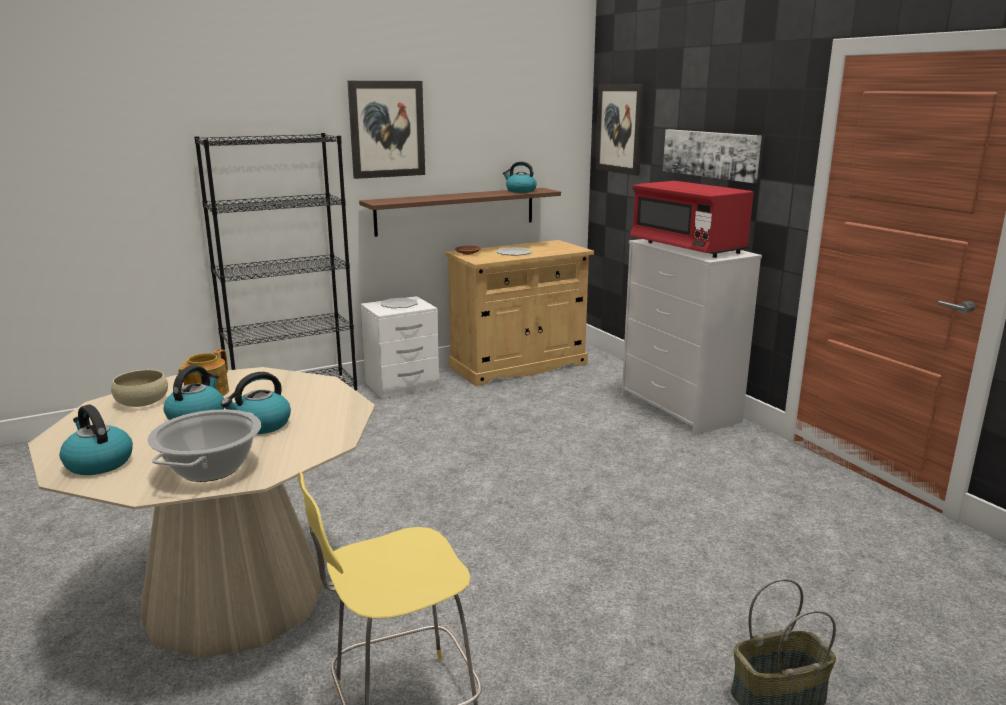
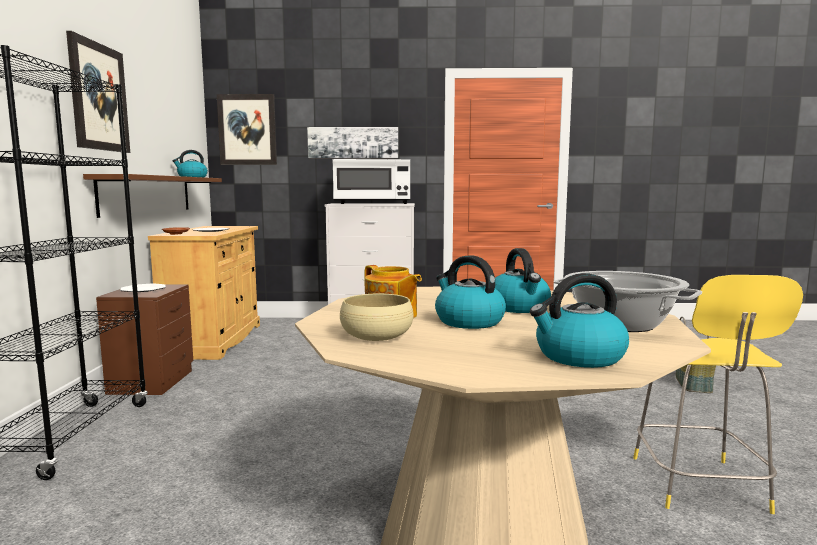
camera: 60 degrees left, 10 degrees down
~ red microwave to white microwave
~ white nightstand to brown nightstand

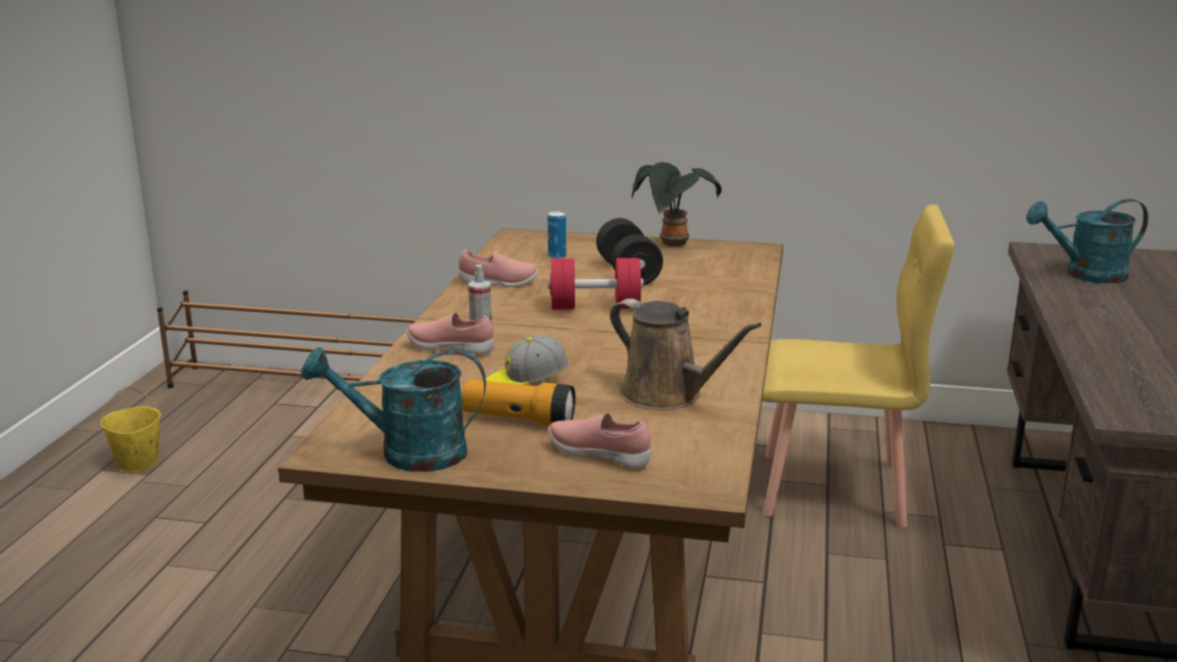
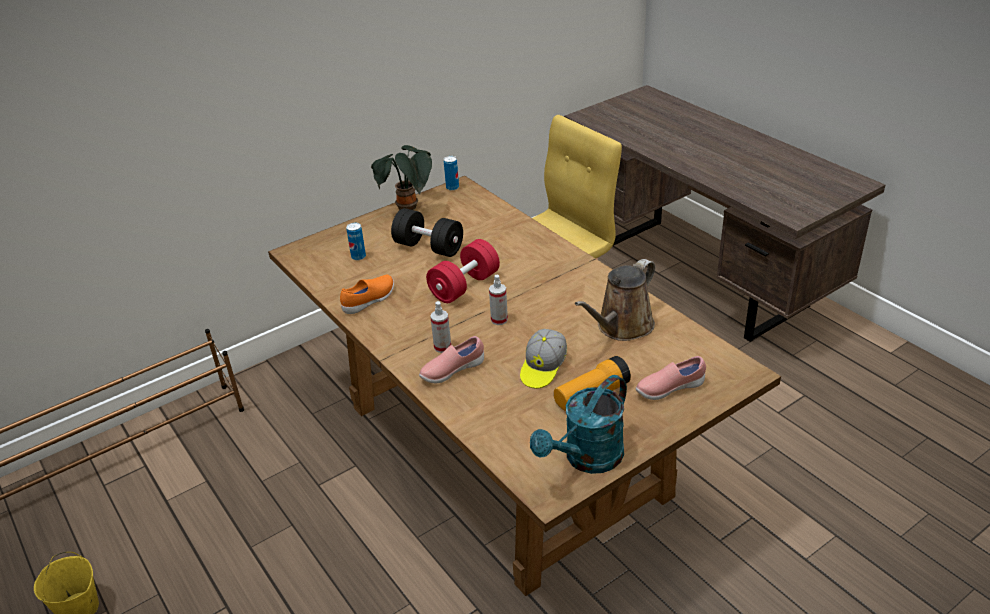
camera: 45 degrees left, 15 degrees up
- turquoise watering can (2nd from left)
~ pink shoe (2nd from left) to orange shoe
~ brown watering can 135 degrees clockwise
+ can (2nd from left)
+ spray bottle (2nd from left)

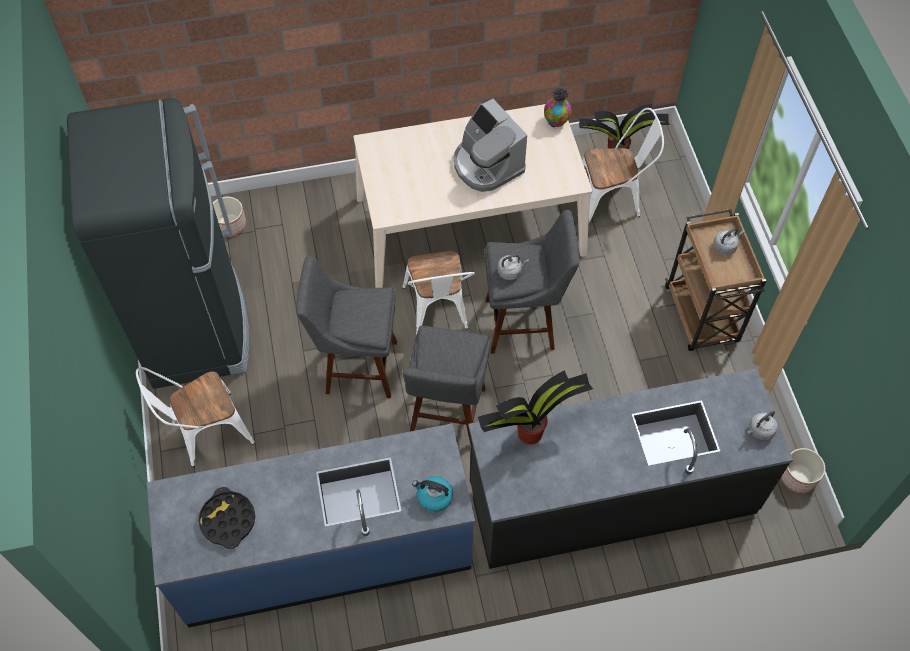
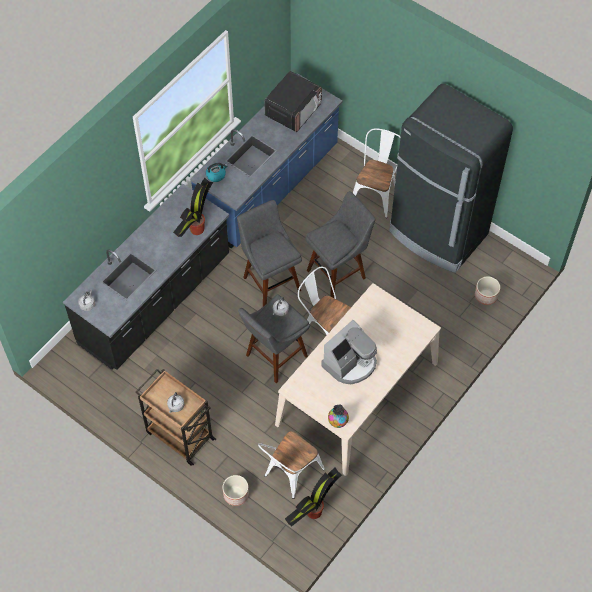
camera: 140 degrees right, 0 degrees up
~ coffee machine 120 degrees clockwise
~ planter (2nd from left in the first image) to planter (1st from left)
~ black tray to microwave

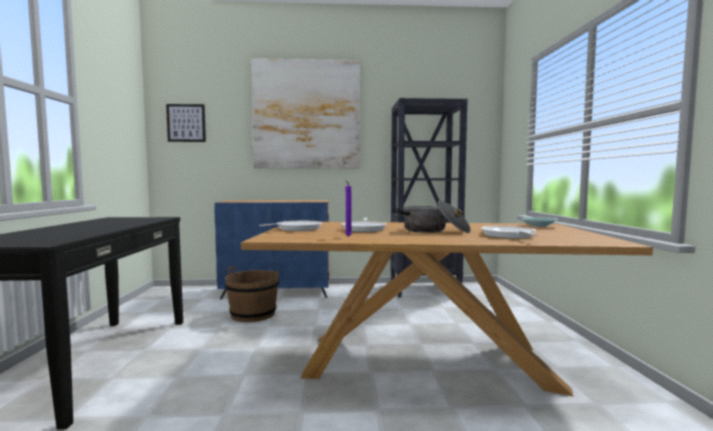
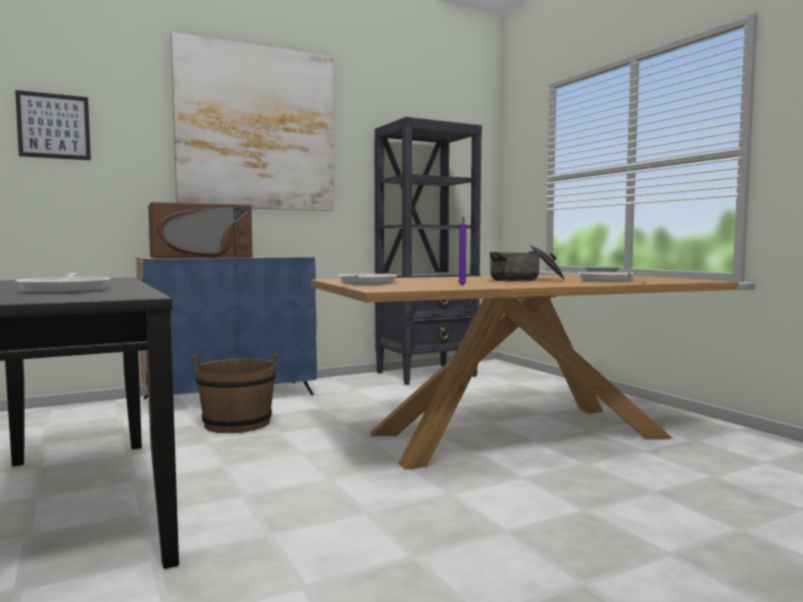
camera: 25 degrees left, 0 degrees up
~ frying pan (2nd from left in the first image) to frying pan (1st from left)
+ brown microwave

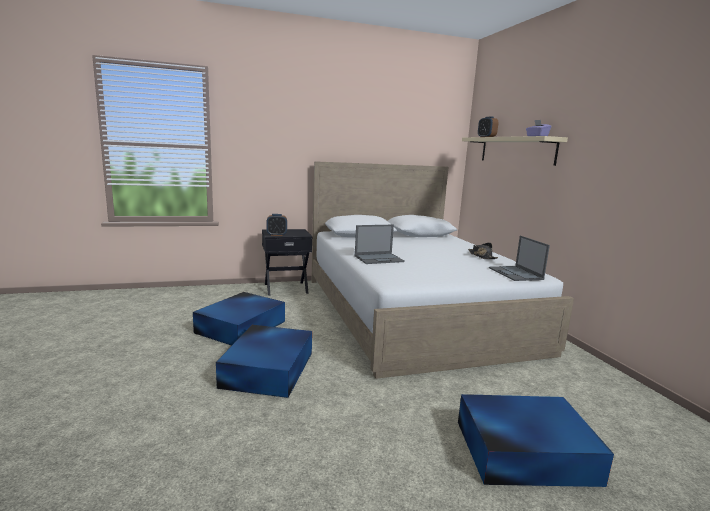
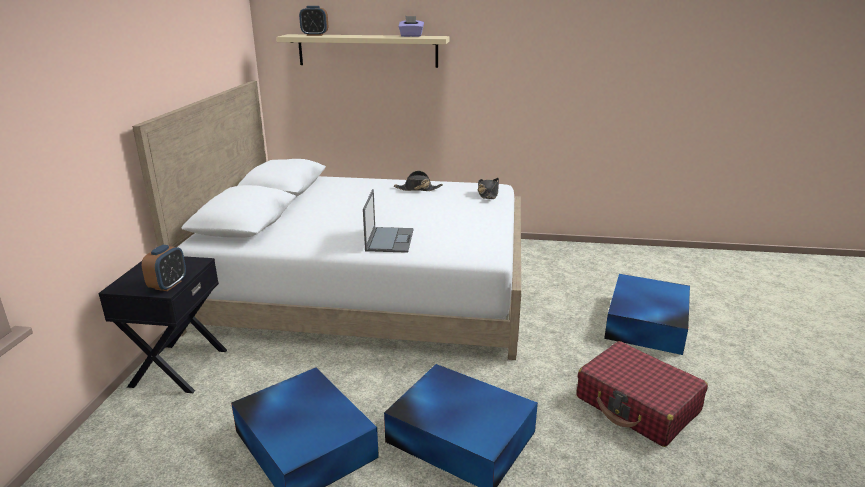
camera: 65 degrees left, 10 degrees up
~ laptop (2nd from left) to black hat (2nd from left)
+ red suitcase

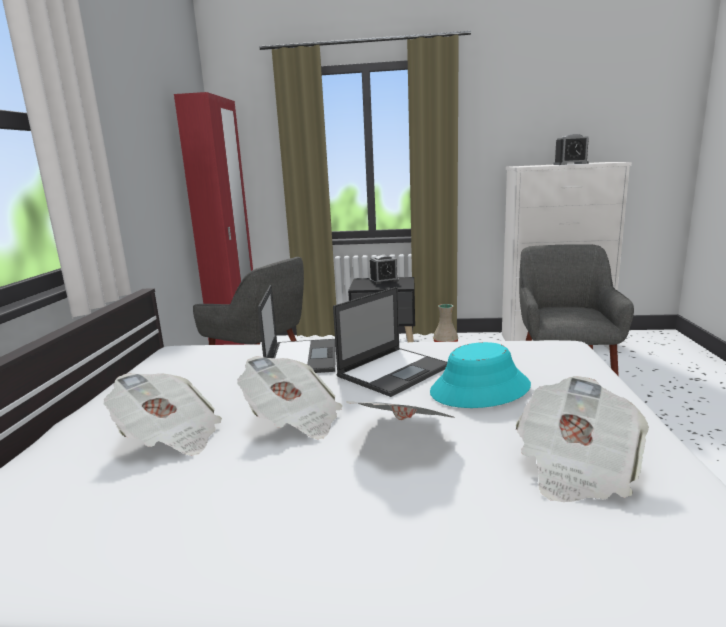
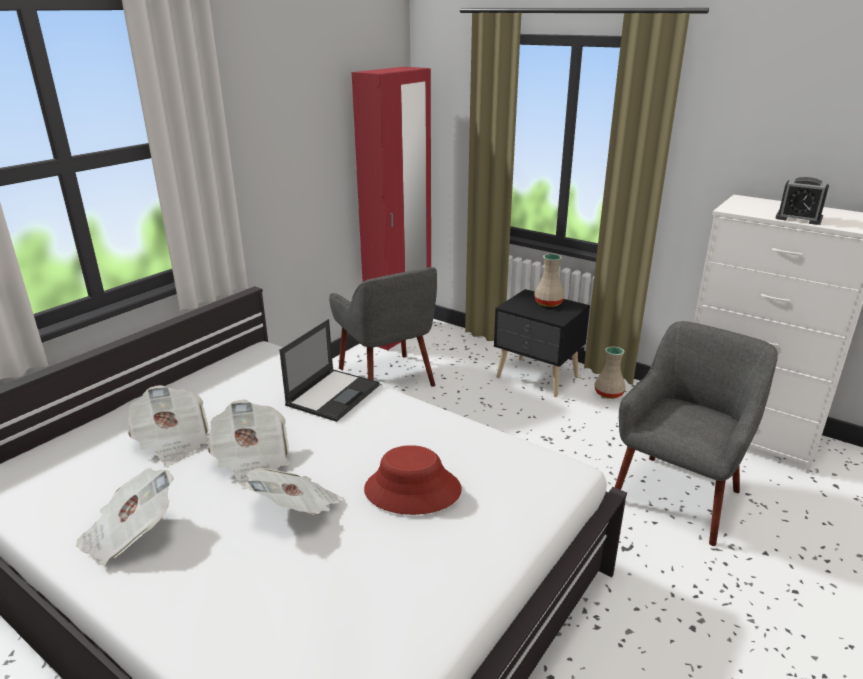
camera: 30 degrees right, 10 degrees up
~ alarm clock (1st from left) to beige vase (1st from left)
- laptop (2nd from left)
~ turquoise hat to red hat
~ newspaper (4th from left in the first image) to newspaper (1st from left)

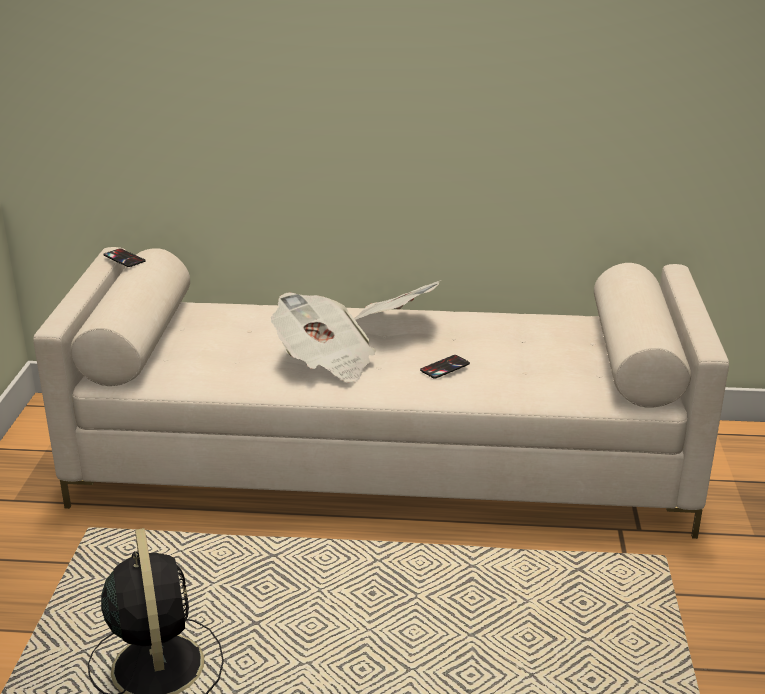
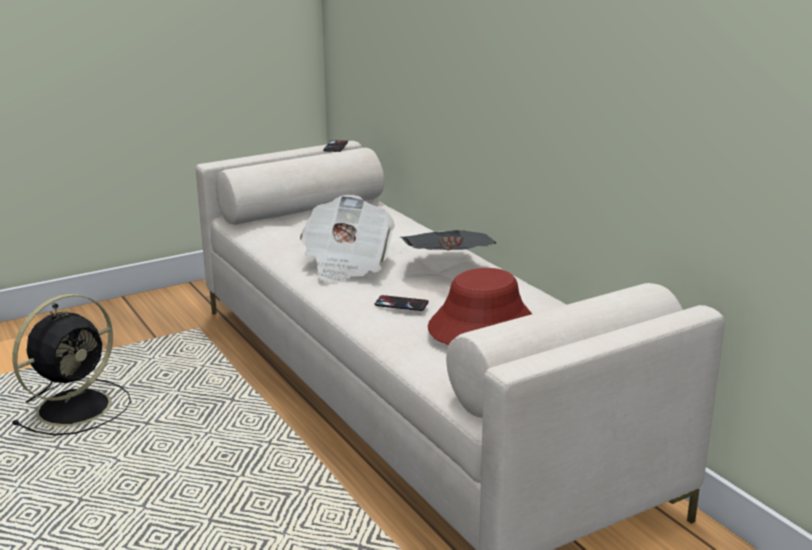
camera: 55 degrees right, 5 degrees down
+ red hat

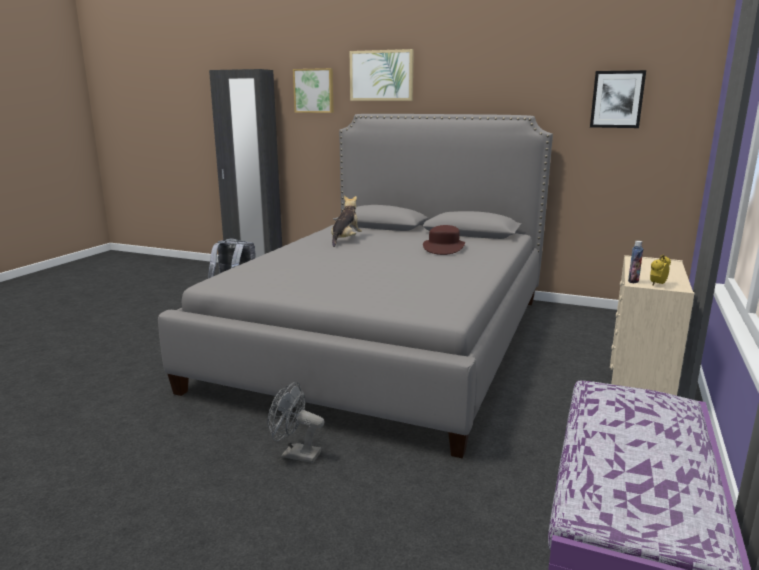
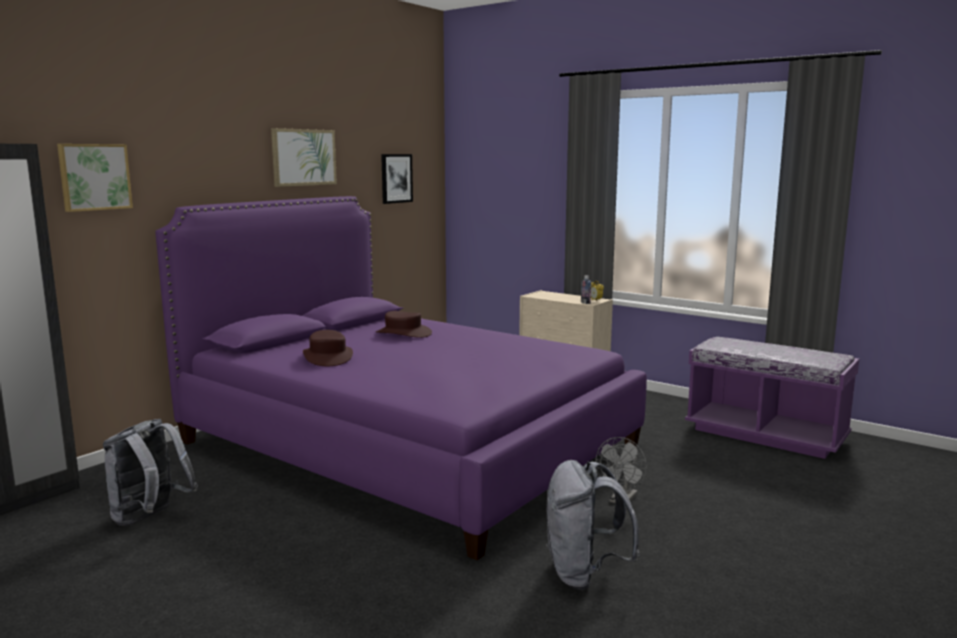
camera: 75 degrees left, 5 degrees down
~ picture (2nd from left)
~ grey bed to purple bed
~ plush toy to brown hat (1st from left)
+ grey backpack (2nd from left)

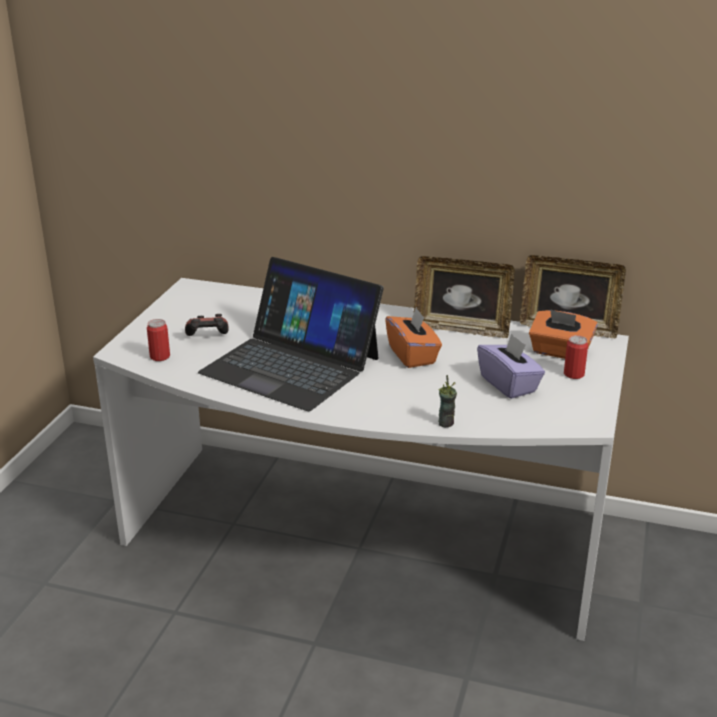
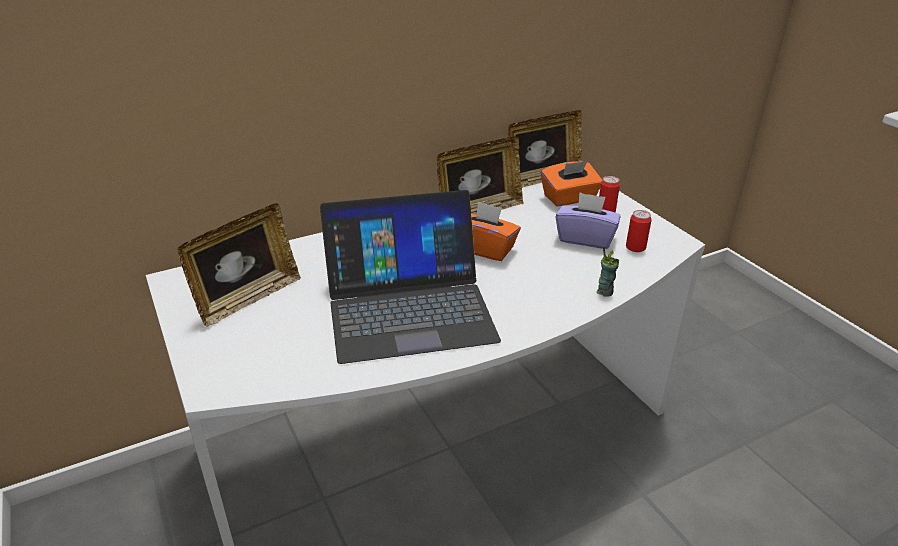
camera: 45 degrees left, 5 degrees up
- game controller
~ can (1st from left in the first image) to can (2nd from left)
+ picture frame (1st from left)

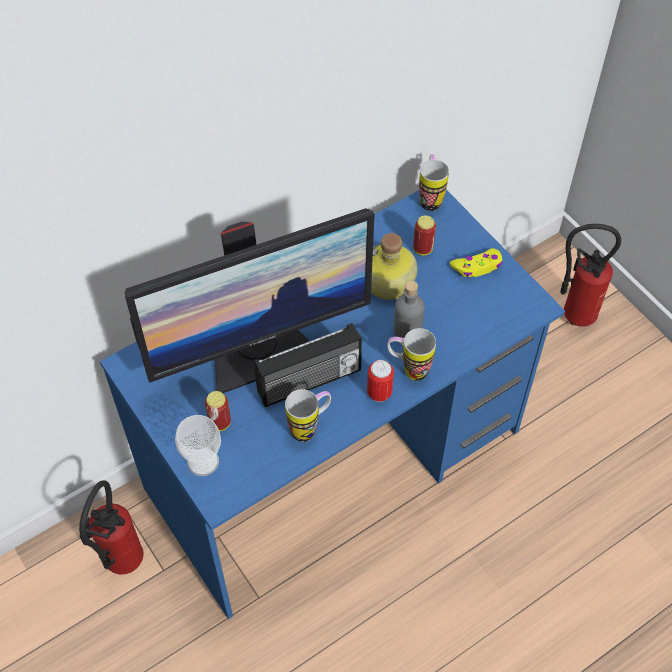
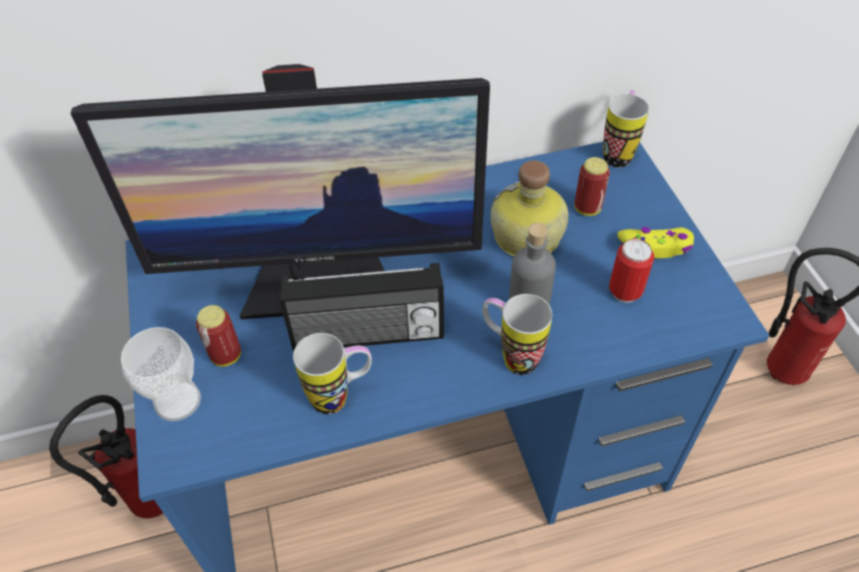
camera: 20 degrees right, 5 degrees down
~ can (2nd from left in the first image) to can (3rd from left)

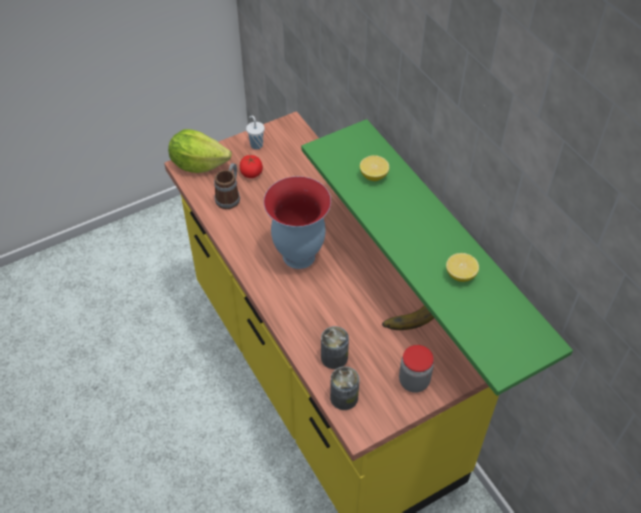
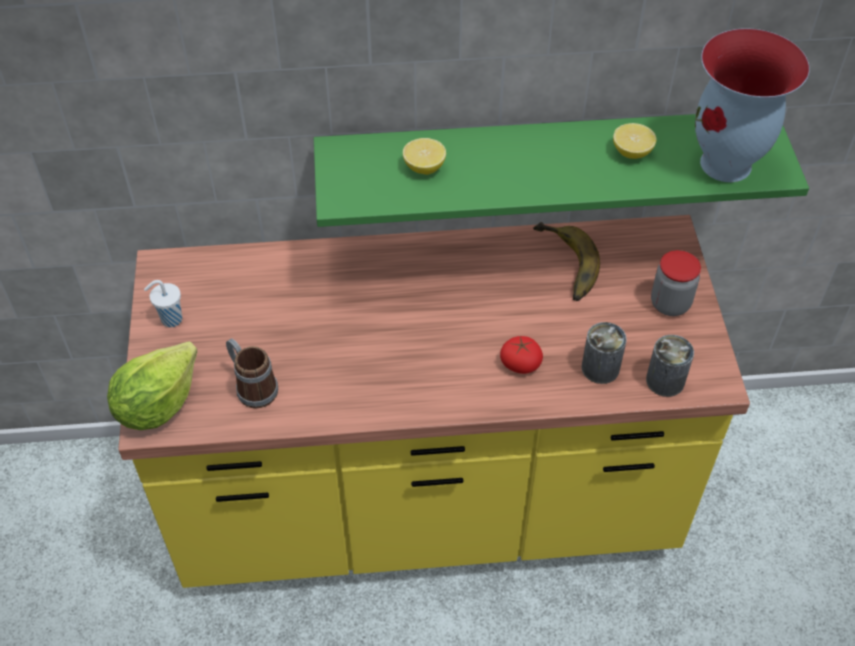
camera: 65 degrees left, 0 degrees up
~ tomato
~ vase

